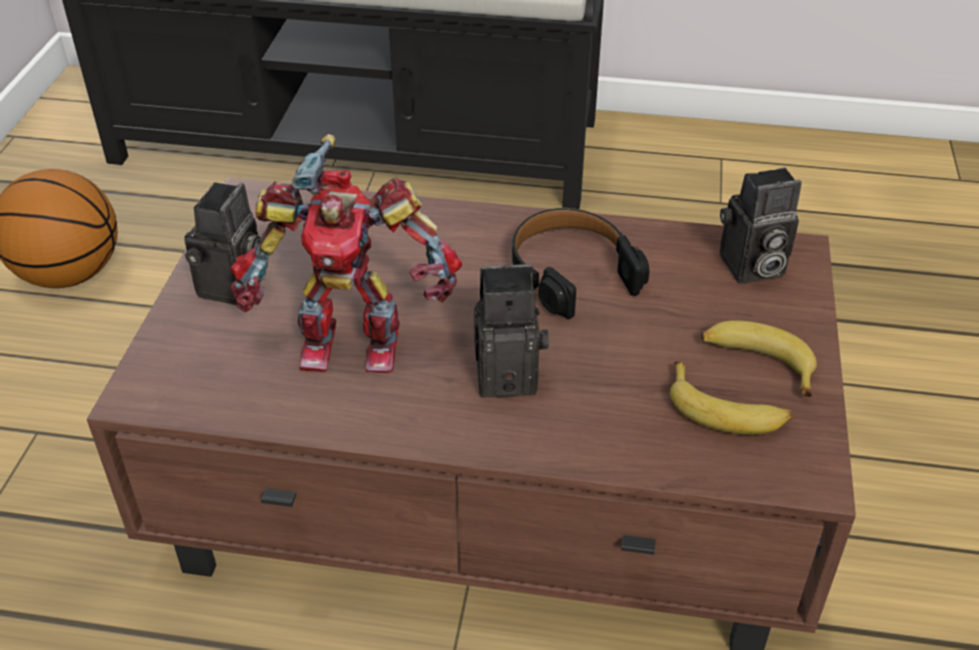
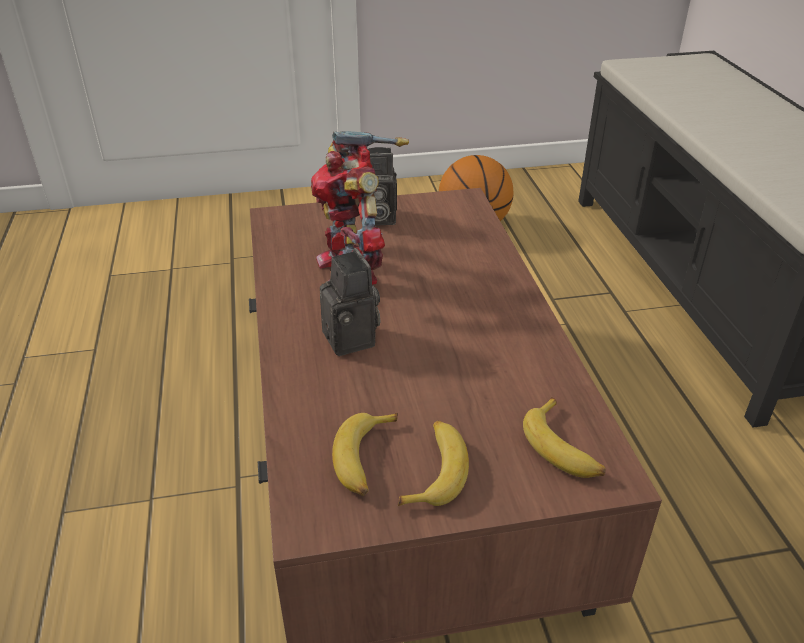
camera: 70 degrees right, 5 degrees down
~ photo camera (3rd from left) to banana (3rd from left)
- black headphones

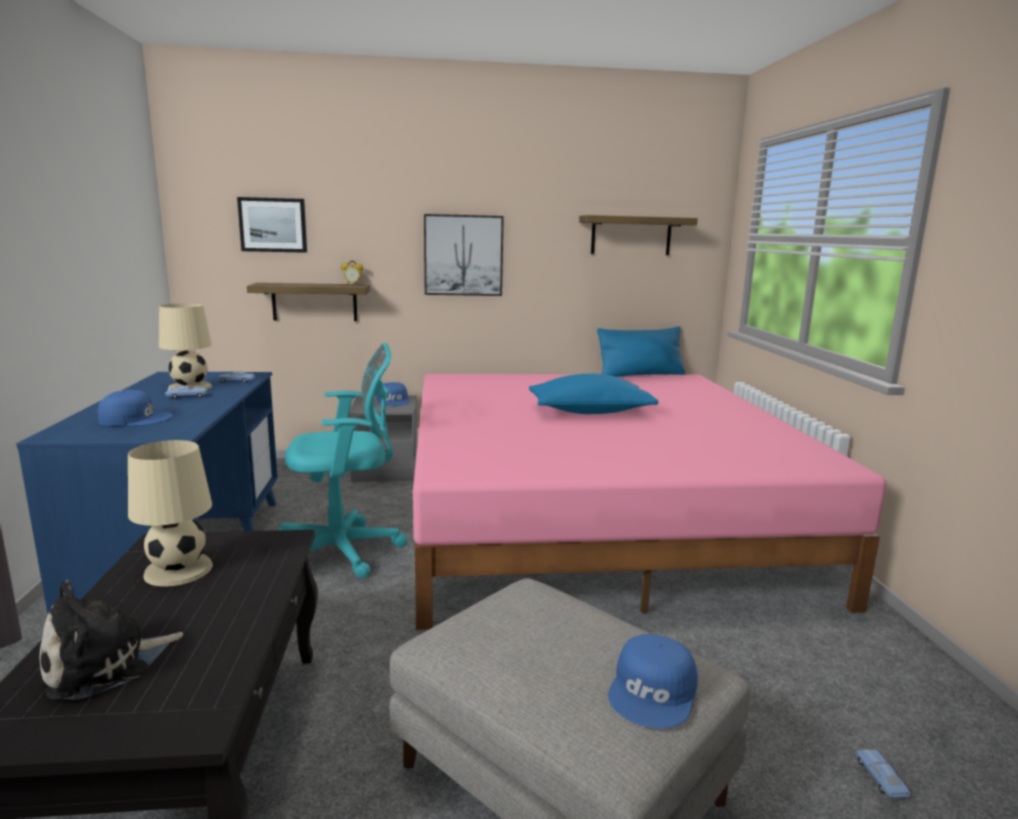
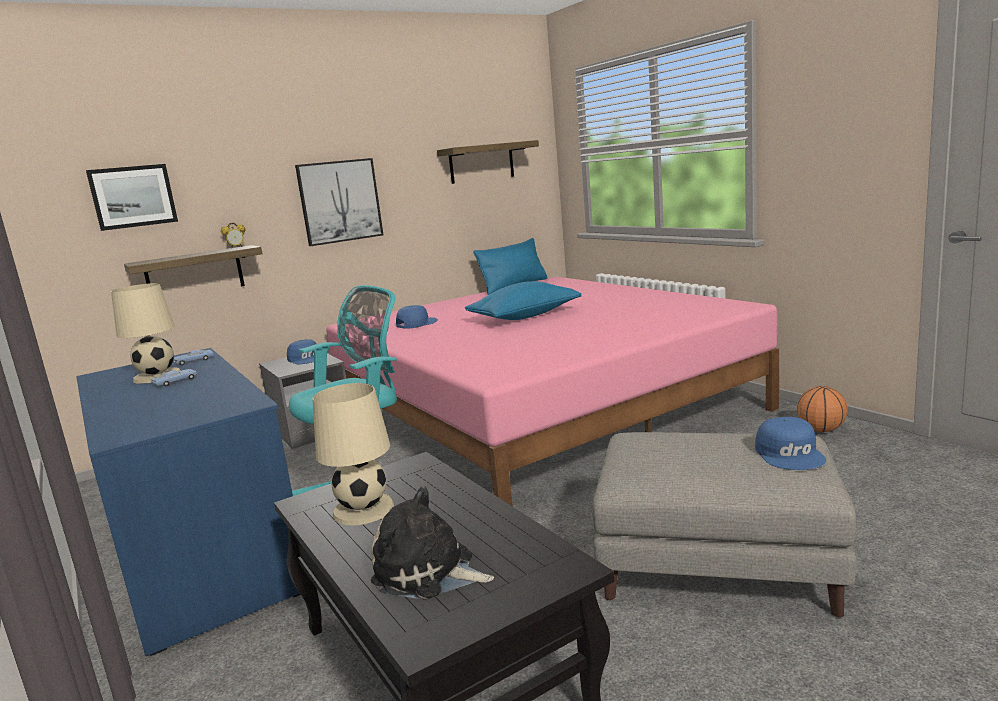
camera: 25 degrees left, 0 degrees up
~ blue cap (1st from left in the first image) to blue cap (2nd from left)
~ plush toy 90 degrees clockwise
- blue toy car (3rd from left)
+ basketball

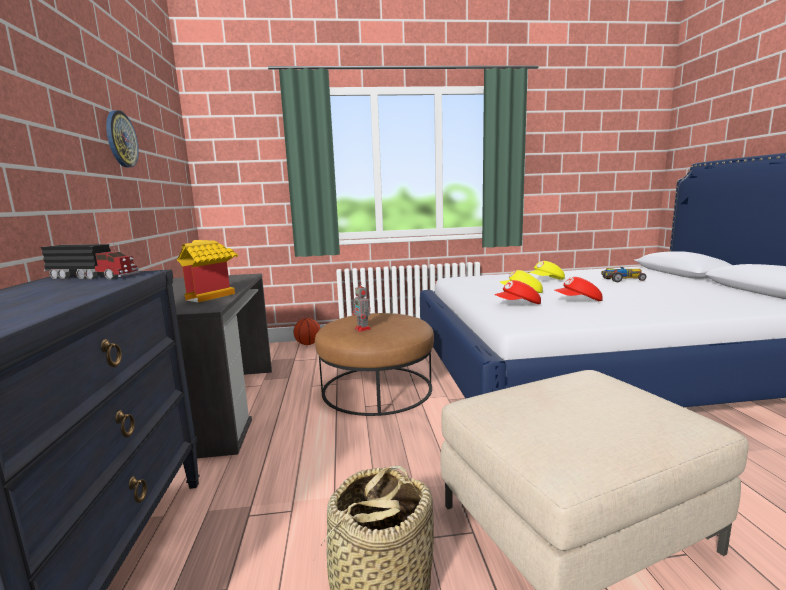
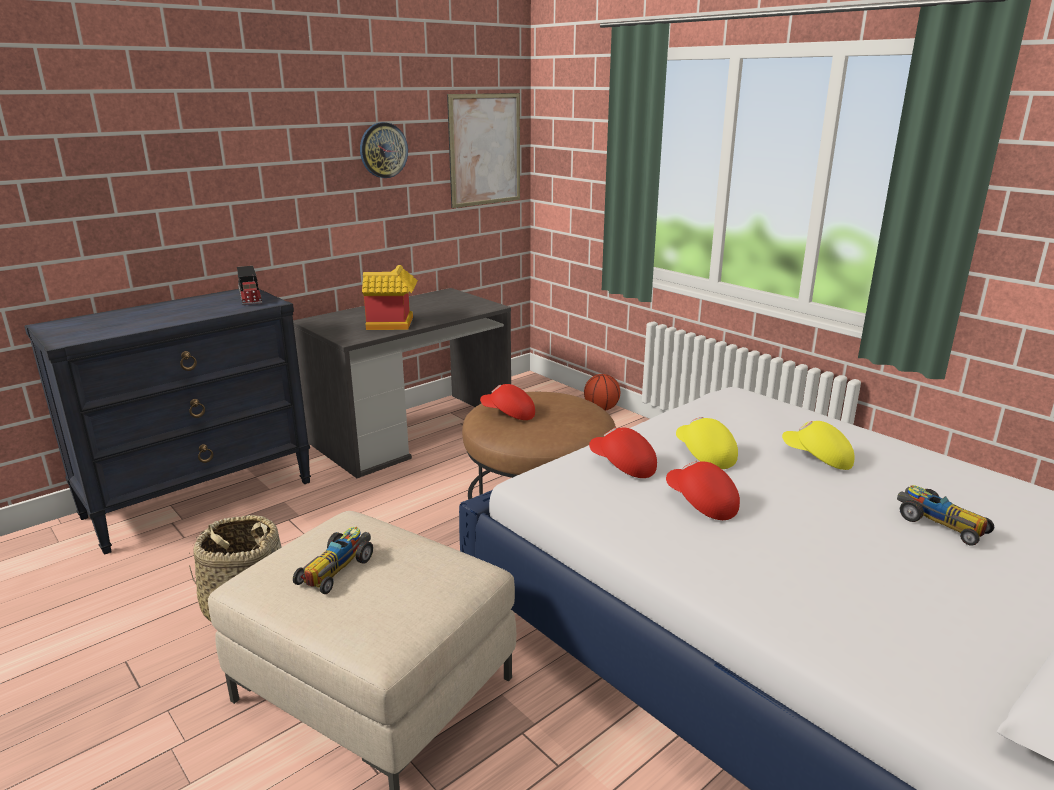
camera: 55 degrees right, 10 degrees up
~ toy robot to red cap (1st from left)
+ picture
+ toy car (1st from left)

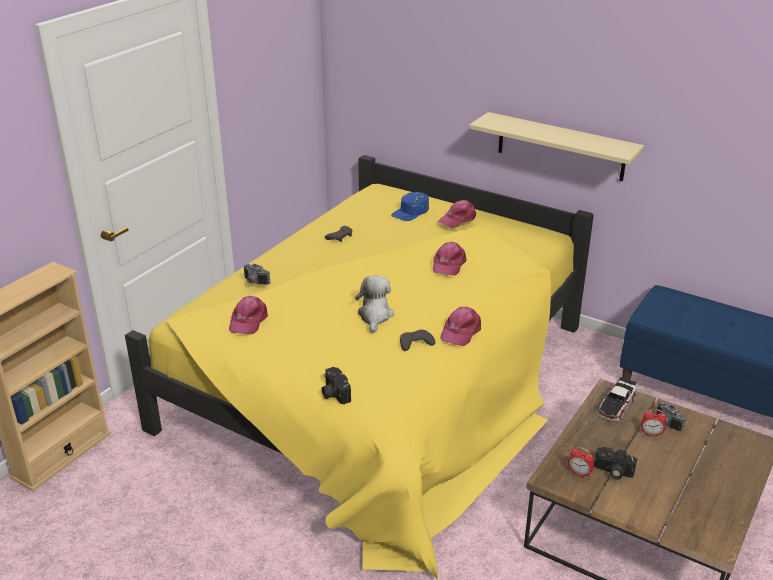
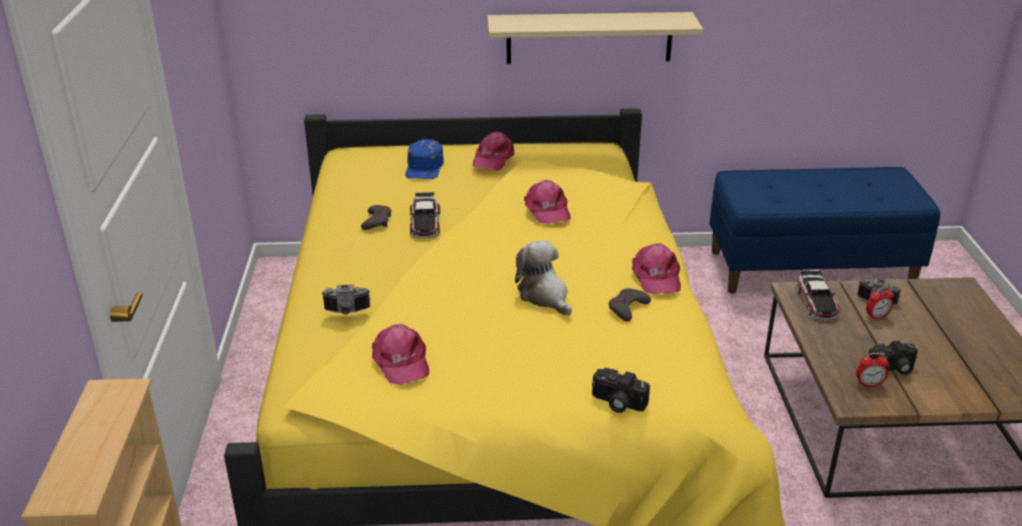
camera: 35 degrees left, 0 degrees up
+ toy car (1st from left)

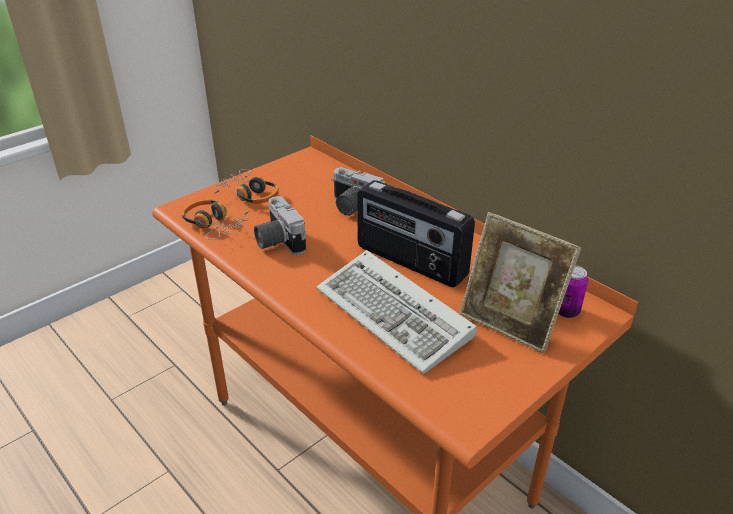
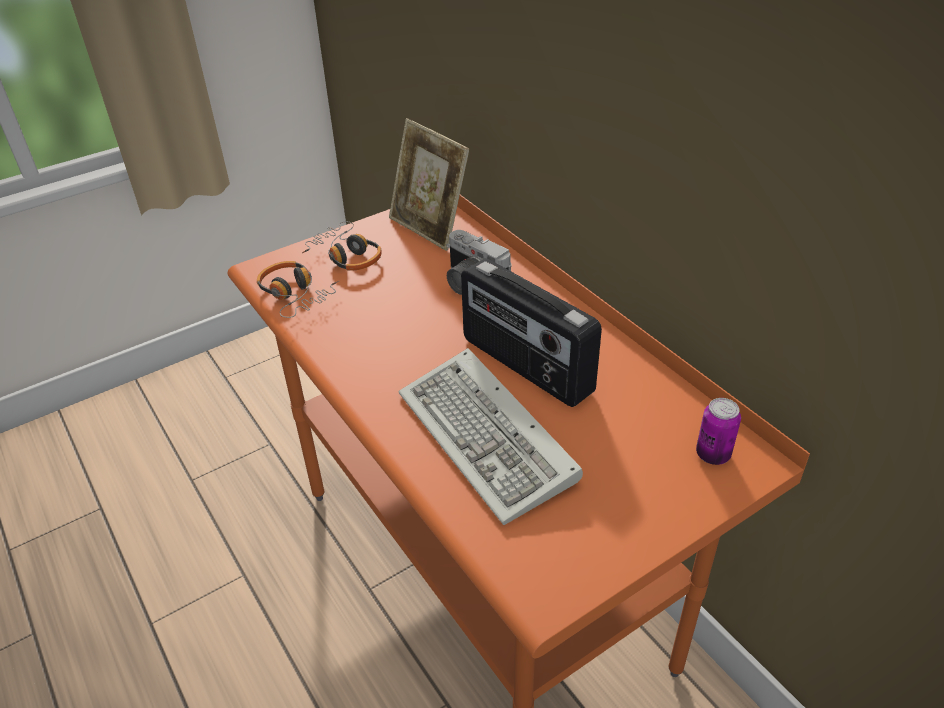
camera: 10 degrees right, 5 degrees up
- photo camera (1st from left)
~ picture frame

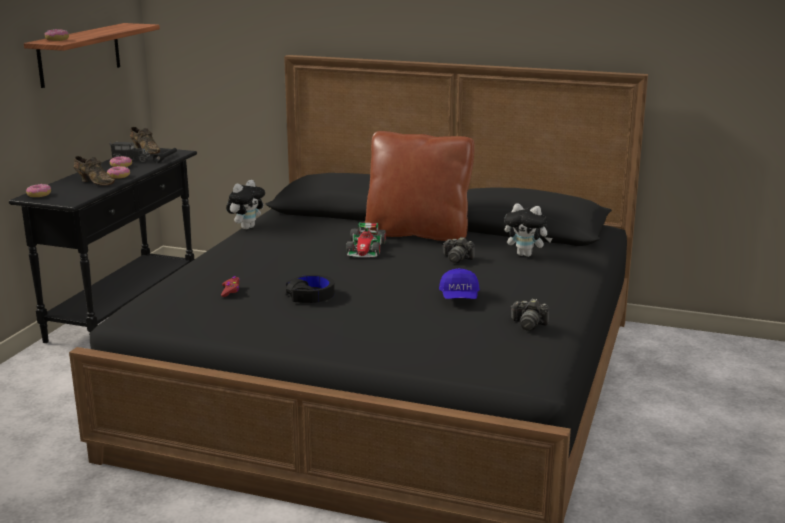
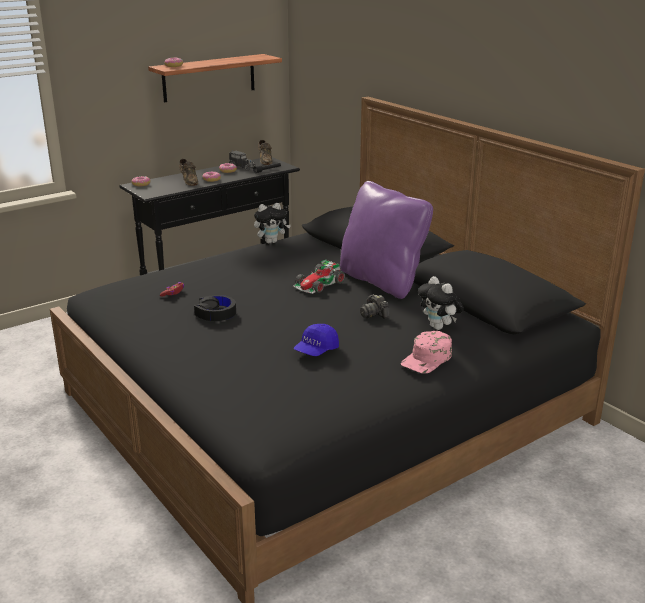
camera: 35 degrees right, 5 degrees up
~ brown pillow to purple pillow
- photo camera (2nd from left)
+ pink cap

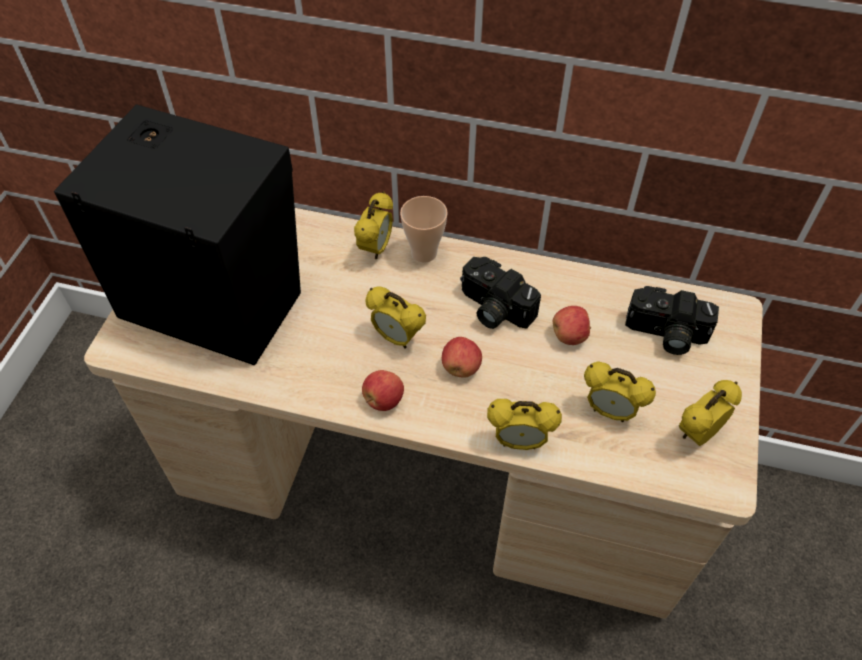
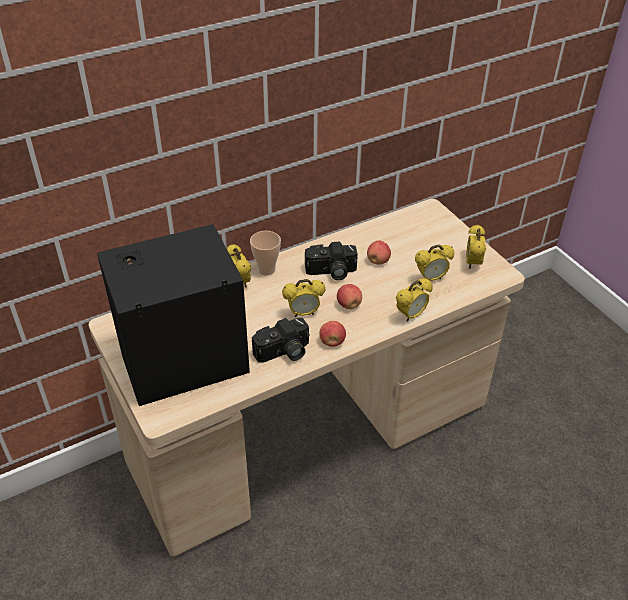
camera: 45 degrees left, 10 degrees down
~ photo camera (2nd from left in the first image) to photo camera (1st from left)

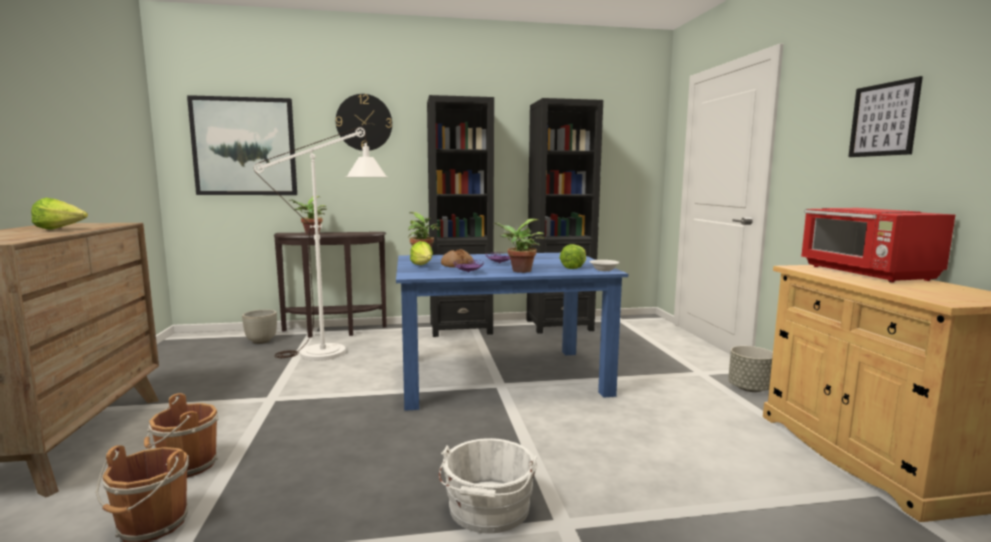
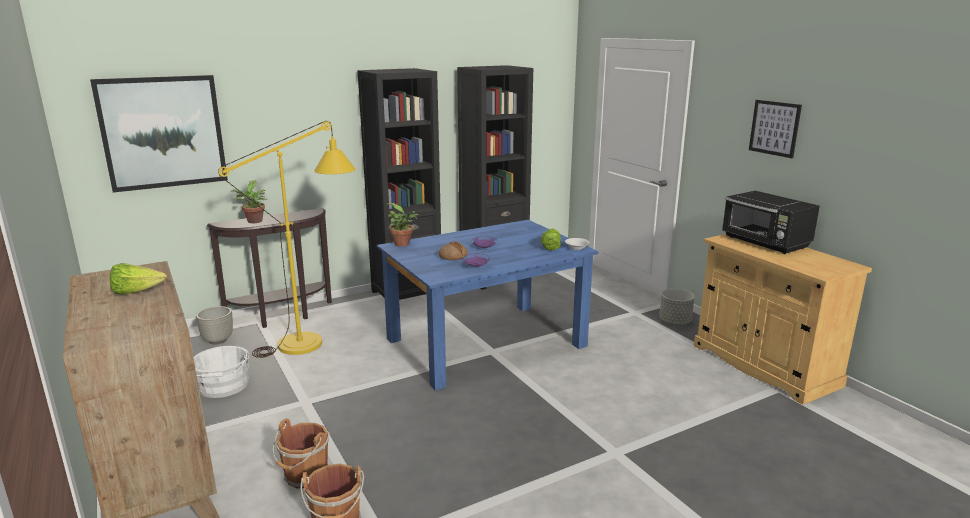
camera: 20 degrees left, 10 degrees up
- wall clock
~ white floor lamp to yellow floor lamp
~ red microwave to black microwave
- potted plant (3rd from left)
- lettuce (2nd from left)
~ white bucket

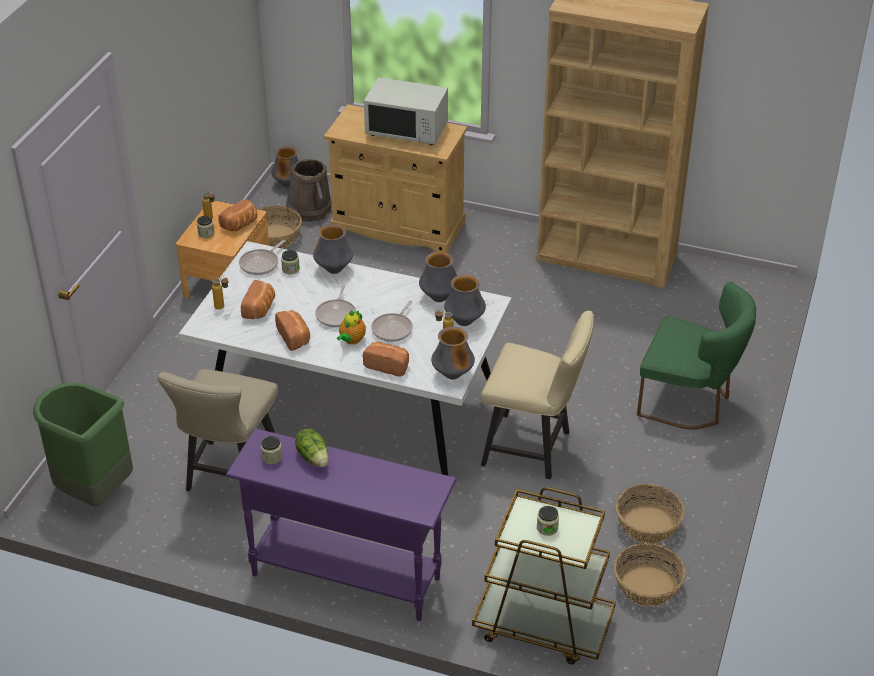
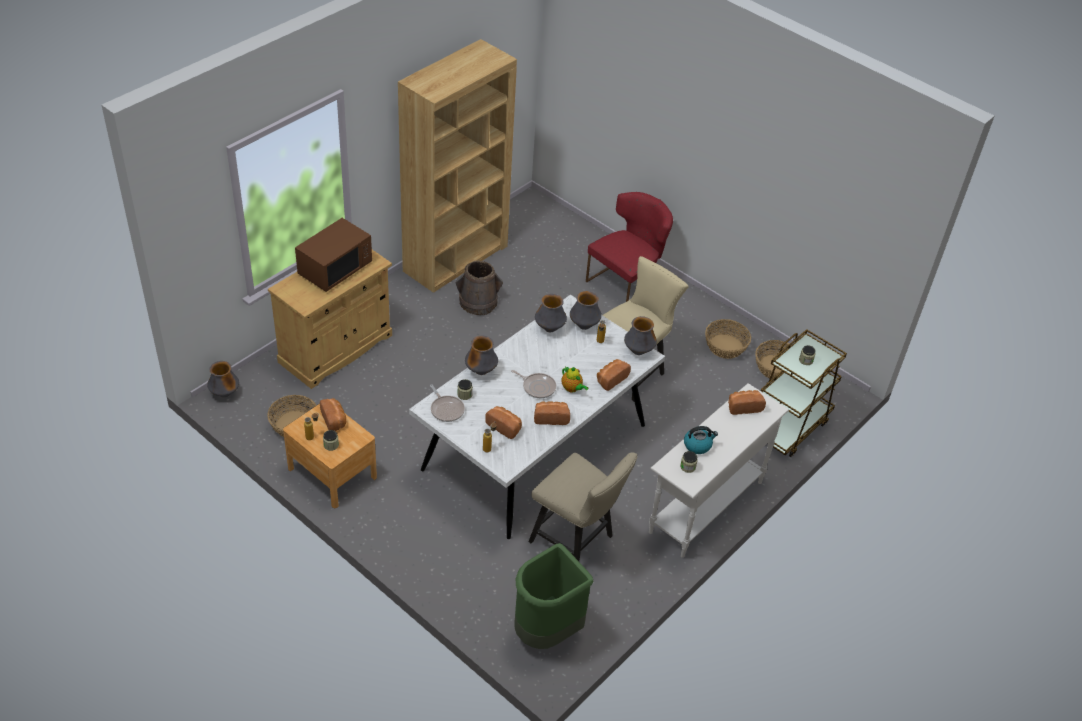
camera: 70 degrees left, 5 degrees up
~ white microwave to brown microwave
~ brown bucket
~ green chair to red chair
- frying pan (3rd from left)
~ purple console table to white console table
~ lettuce to kettle
+ bread (5th from left)

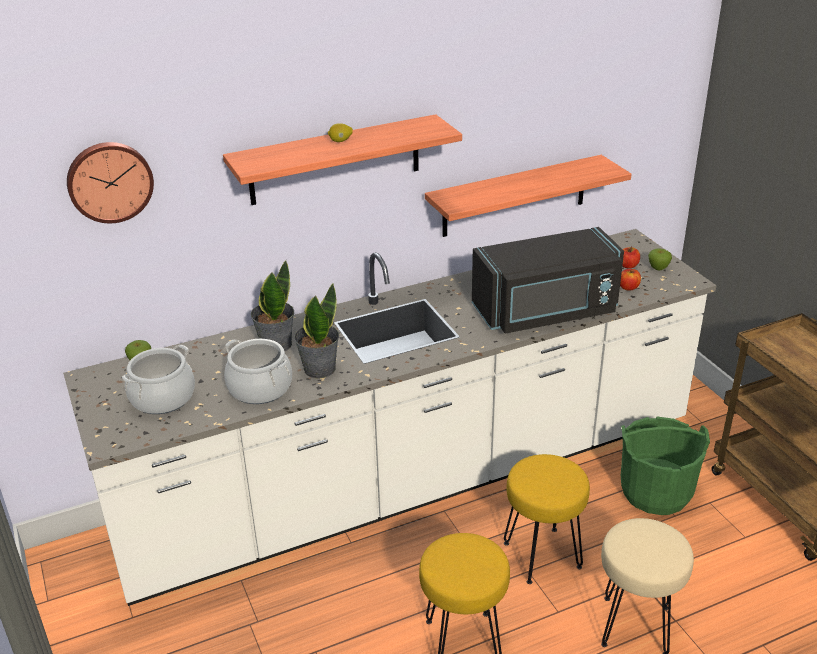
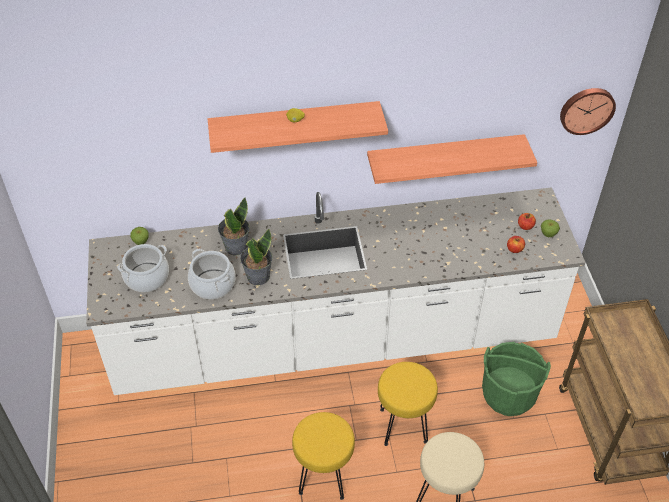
camera: 15 degrees right, 15 degrees up
~ wall clock
- black microwave

